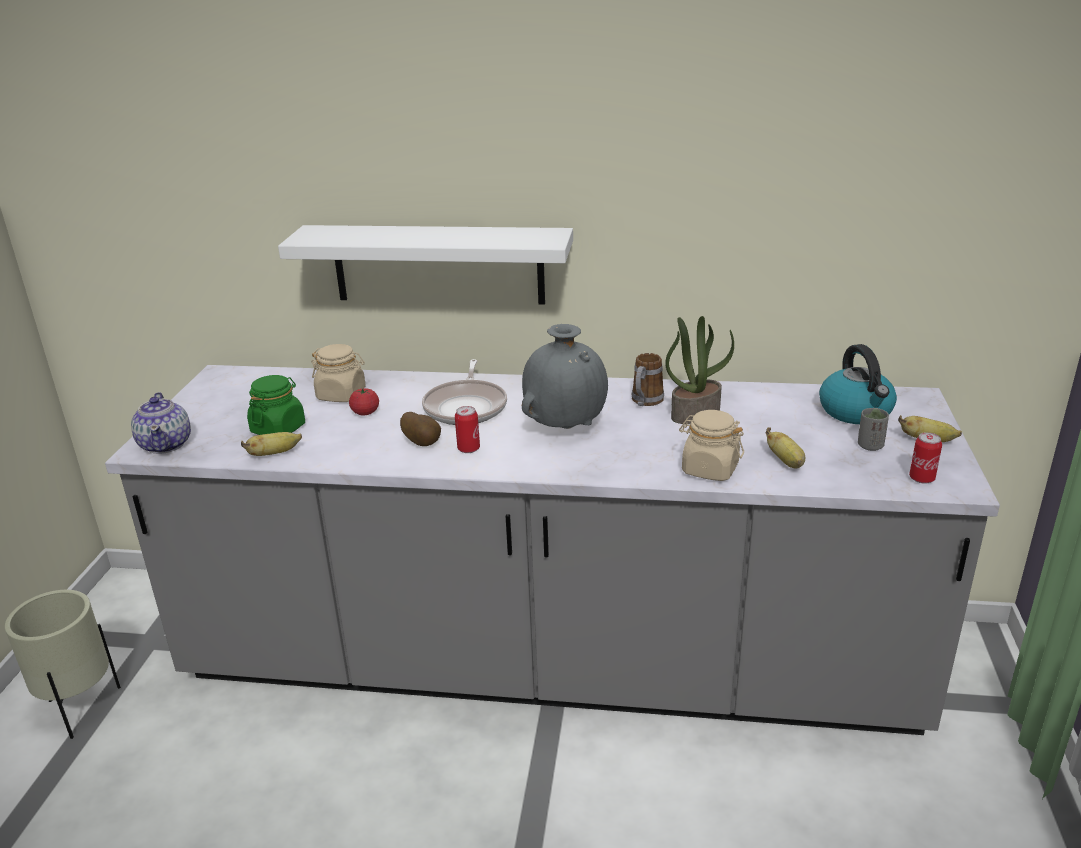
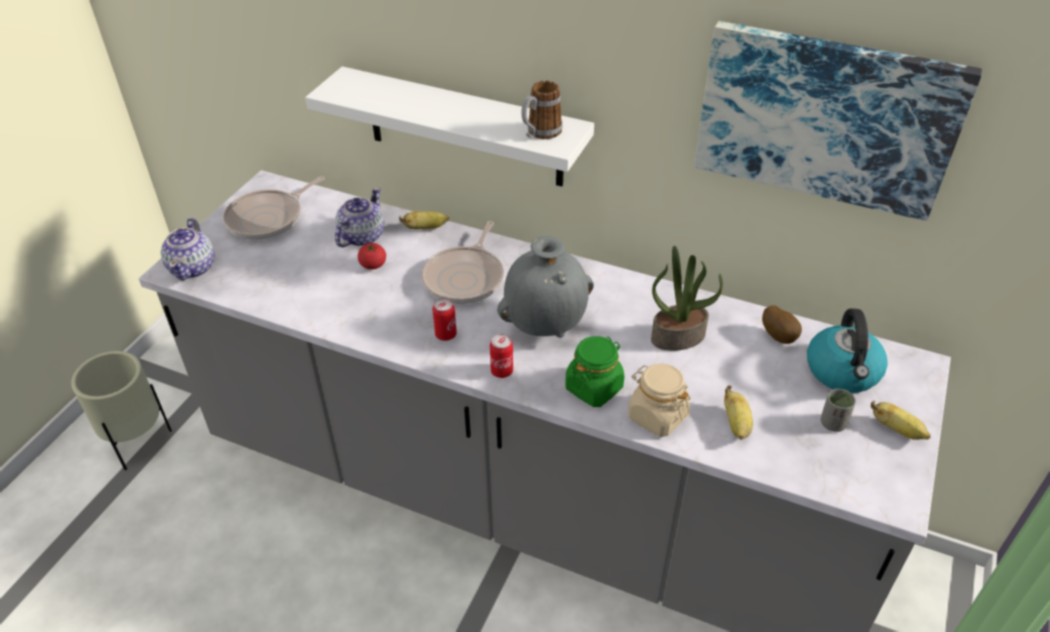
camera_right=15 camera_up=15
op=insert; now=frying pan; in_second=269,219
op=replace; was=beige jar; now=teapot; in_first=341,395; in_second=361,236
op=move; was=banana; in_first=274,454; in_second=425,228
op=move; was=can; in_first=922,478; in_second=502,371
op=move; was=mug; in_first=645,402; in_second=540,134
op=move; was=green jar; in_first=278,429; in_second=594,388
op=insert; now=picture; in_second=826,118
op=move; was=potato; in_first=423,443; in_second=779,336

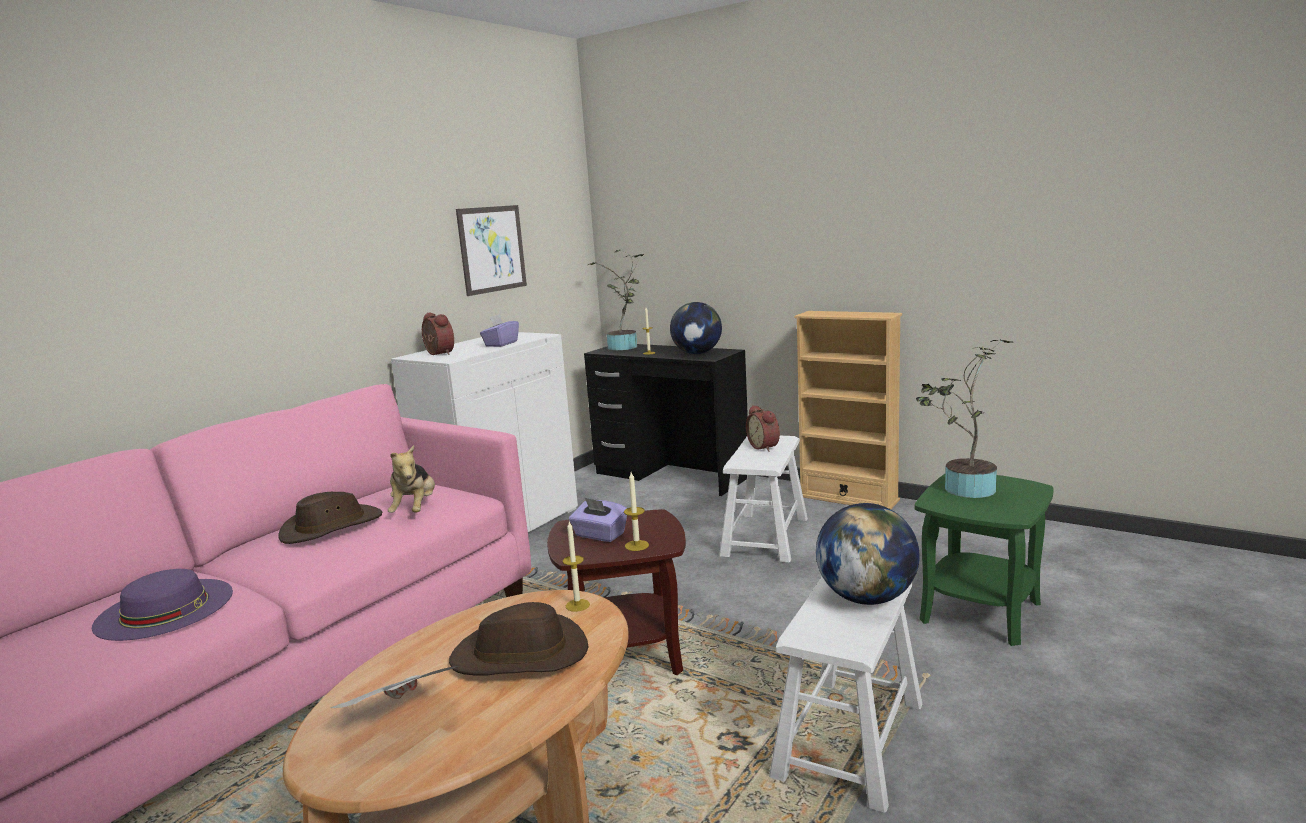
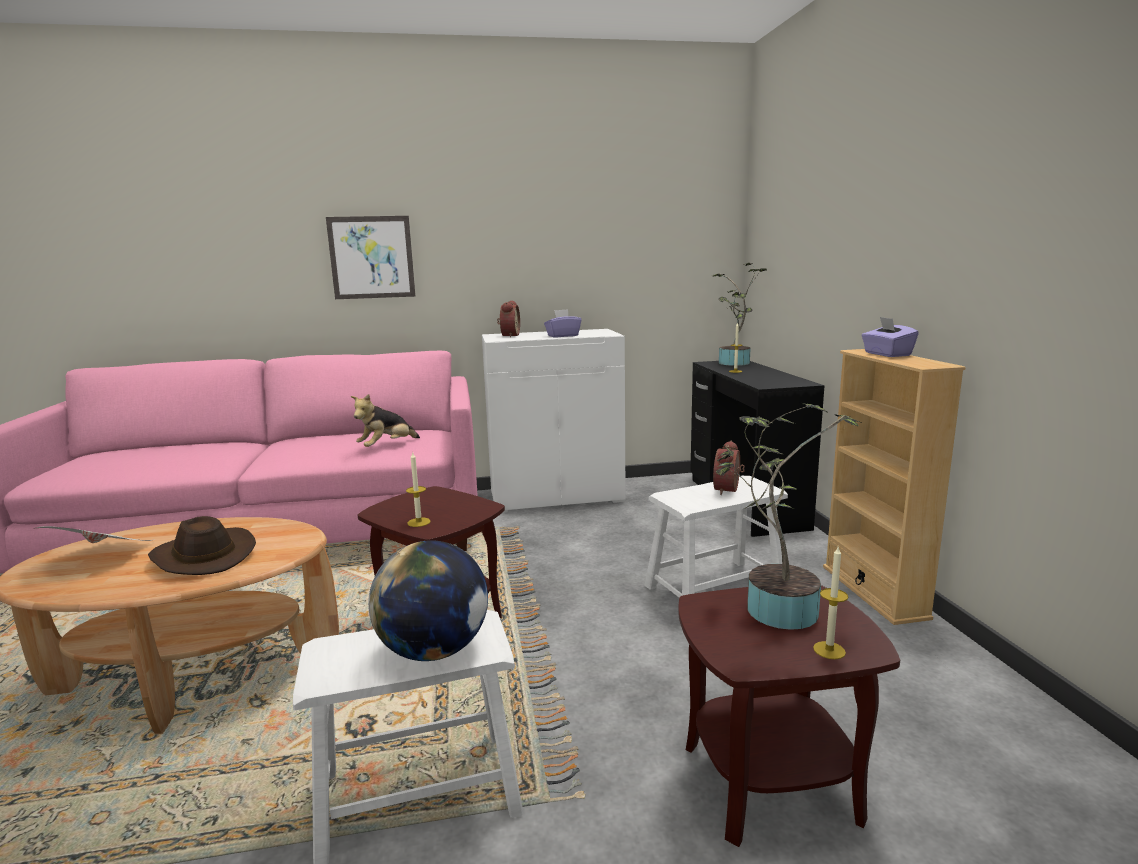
camera_right=45 camera_up=0
op=move; was=picture; in_first=492,249; in_second=371,257
op=recolor; was=green side table; now=brown side table; in_first=979,611; in_second=770,781
op=move; was=candle; in_first=577,605; in_second=829,650
op=move; was=purple tissue box; in_first=599,535; in_second=886,354
op=delete; was=purple hat; in_first=165,608
op=delete; was=brown hat; in_first=331,527
op=delete; was=globe; in_first=697,353

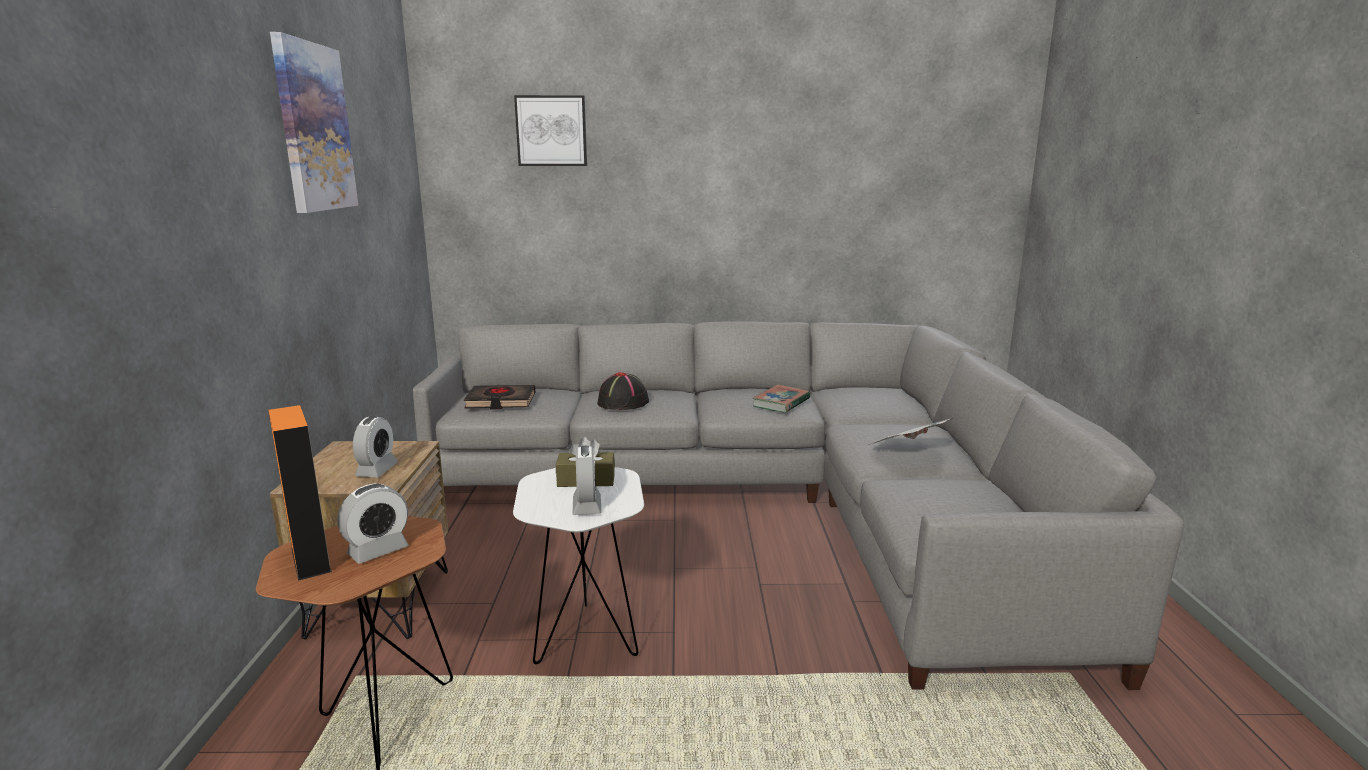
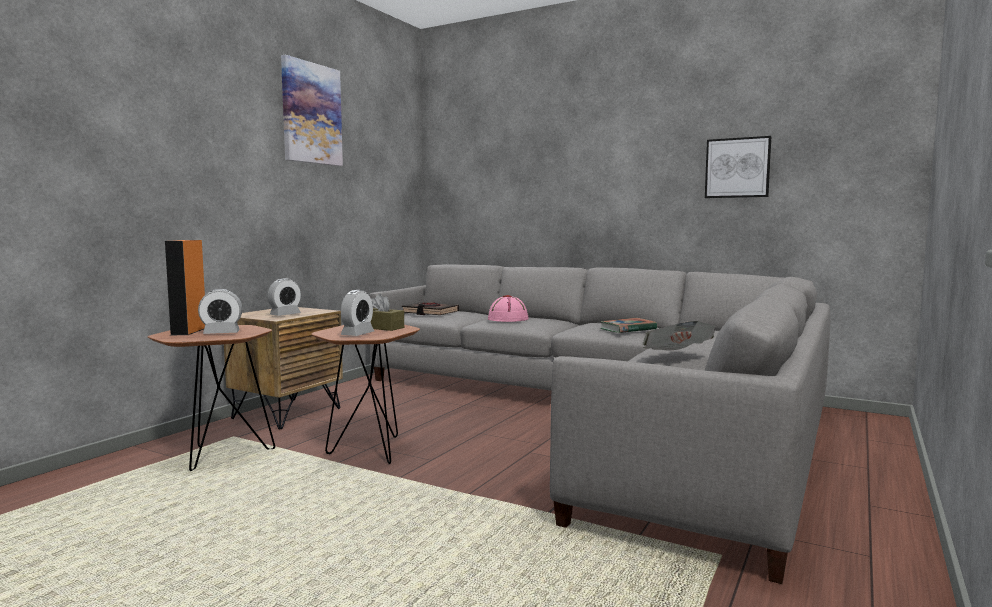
camera_right=30 camera_up=-10
op=recolor; was=white side table; now=brown side table; in_first=586,642; in_second=369,452
op=recolor; was=black hat; now=pink hat; in_first=623,402; in_second=508,319
op=move; was=picture; in_first=551,131; in_second=737,168

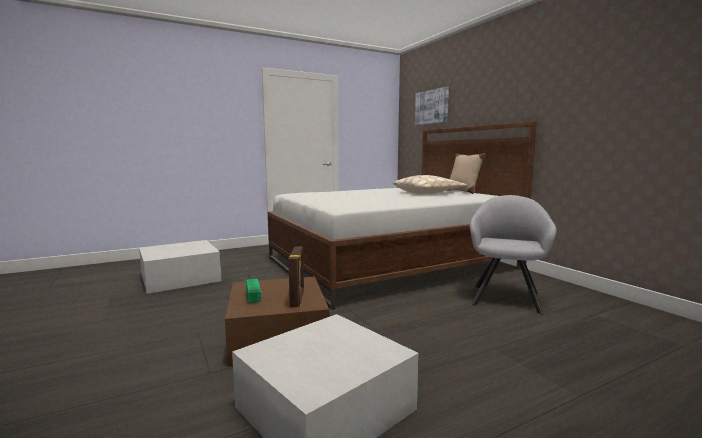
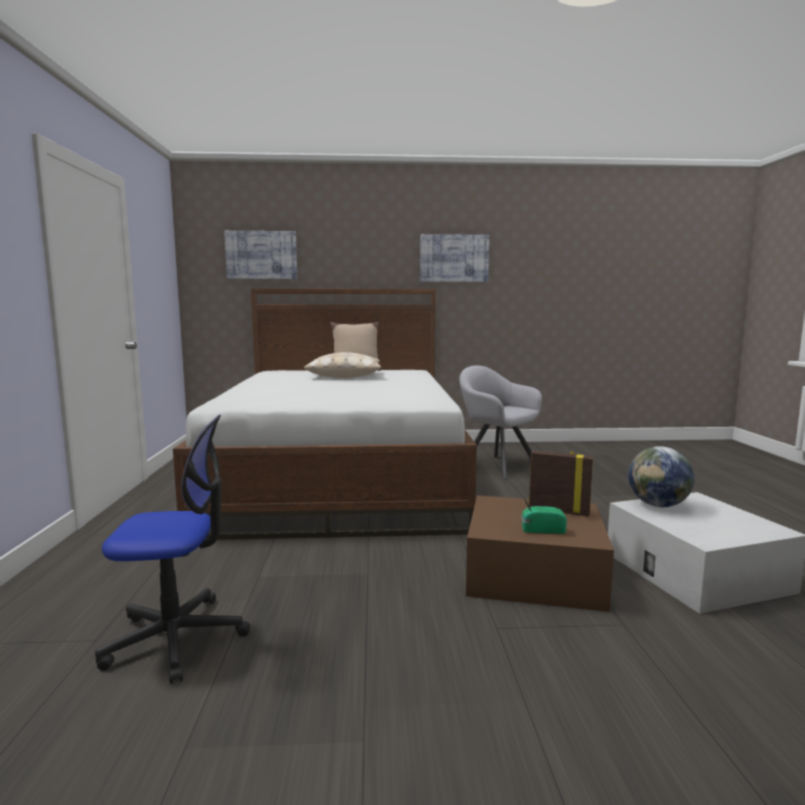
camera_right=-65 camera_up=0
op=replace; was=white storage box; now=office chair; in_first=180,278; in_second=176,638
op=insert; now=picture; in_second=454,258
op=insert; now=globe; in_second=658,505

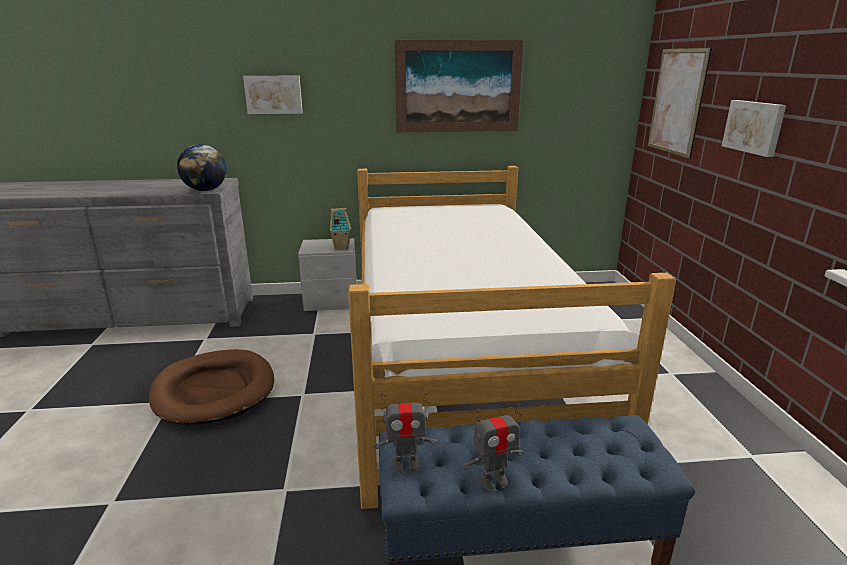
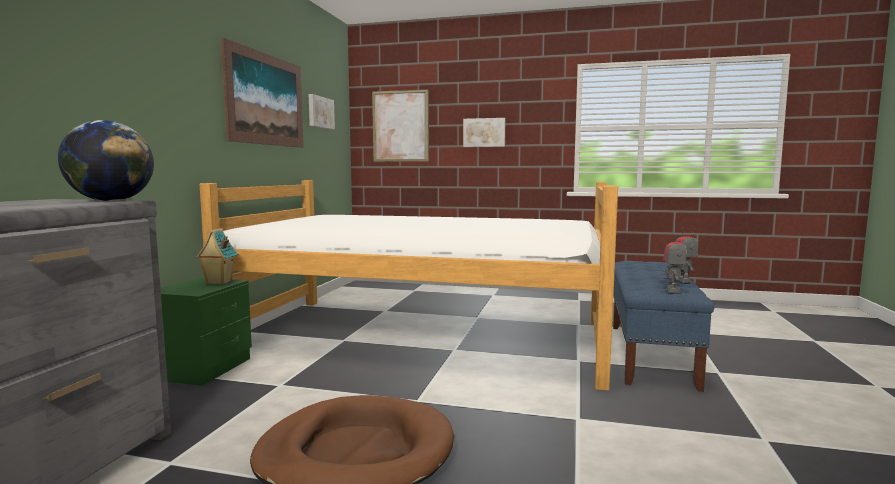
camera_right=-70 camera_up=-15
op=recolor; was=grey nightstand; now=green nightstand; in_first=331,301; in_second=203,369
op=move; was=picture; in_first=273,94; in_second=320,112

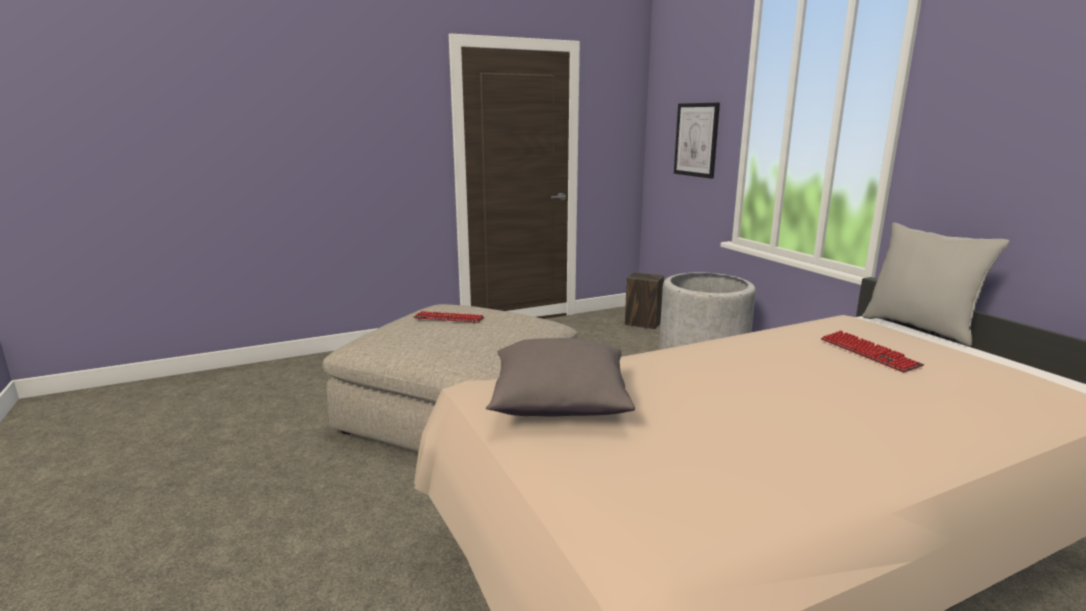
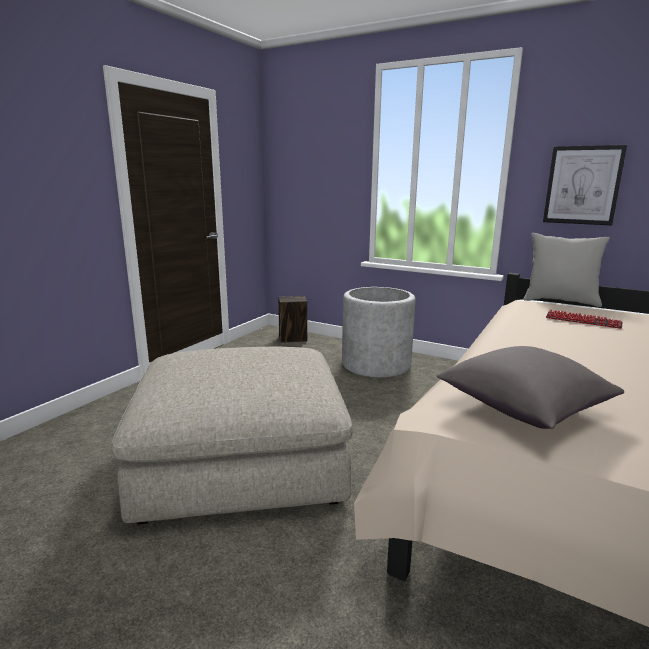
camera_right=-35 camera_up=0
op=move; was=picture; in_first=696,140; in_second=582,185
op=delete; was=keyboard; in_first=449,319

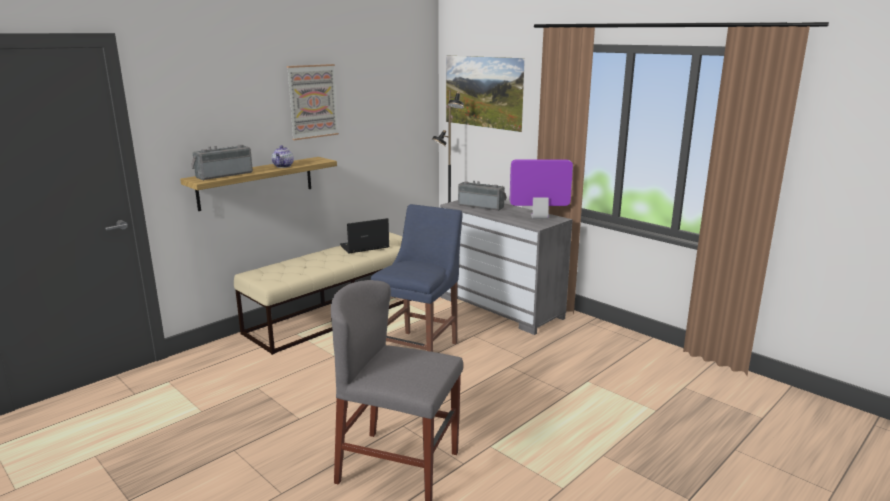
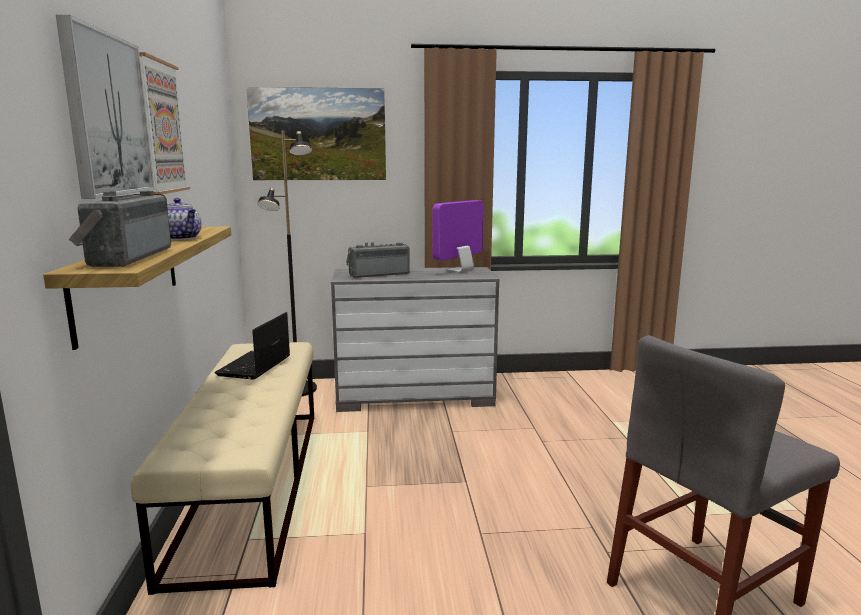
camera_right=-50 camera_up=-5
op=insert; now=picture; in_second=106,115
op=delete; was=blue chair; in_first=420,348

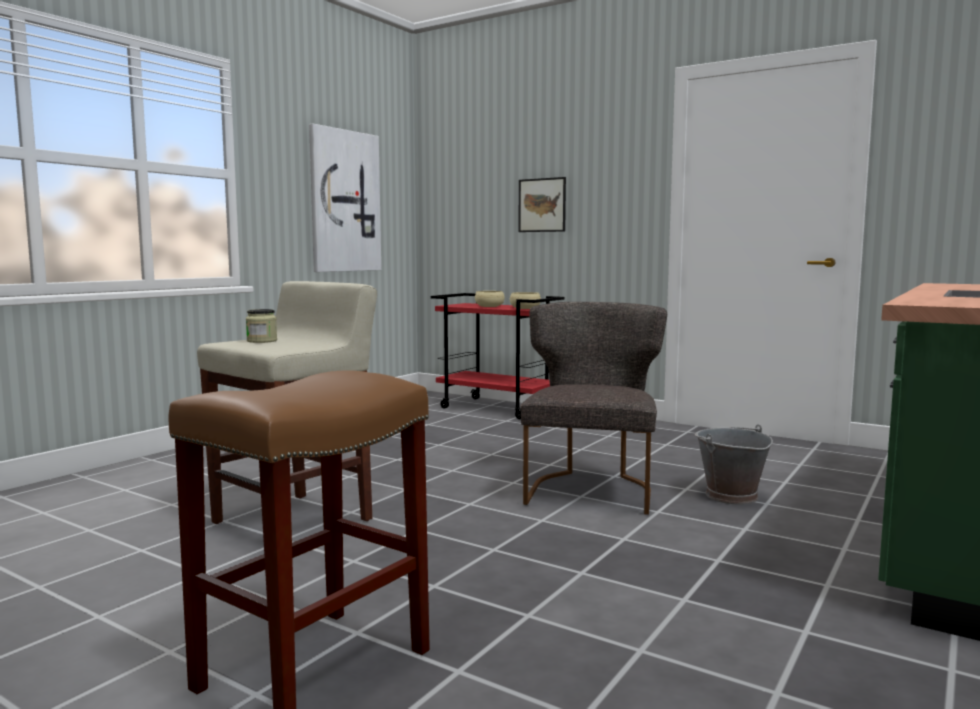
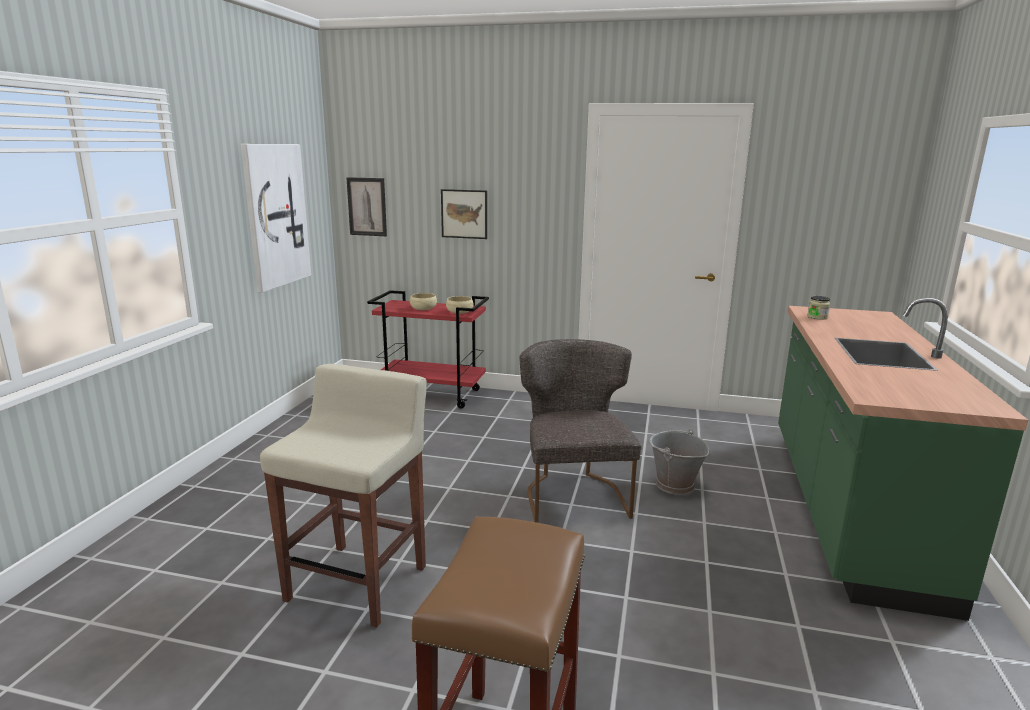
camera_right=-20 camera_up=10
op=insert; now=picture; in_second=367,207
op=move; was=jar; in_first=262,341; in_second=817,317

